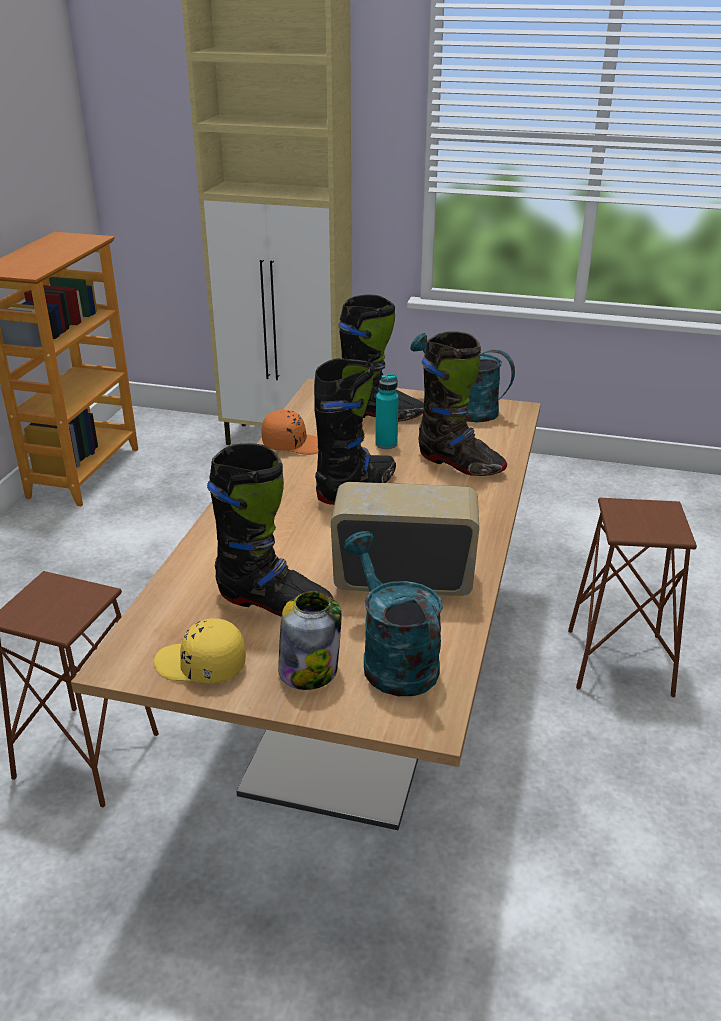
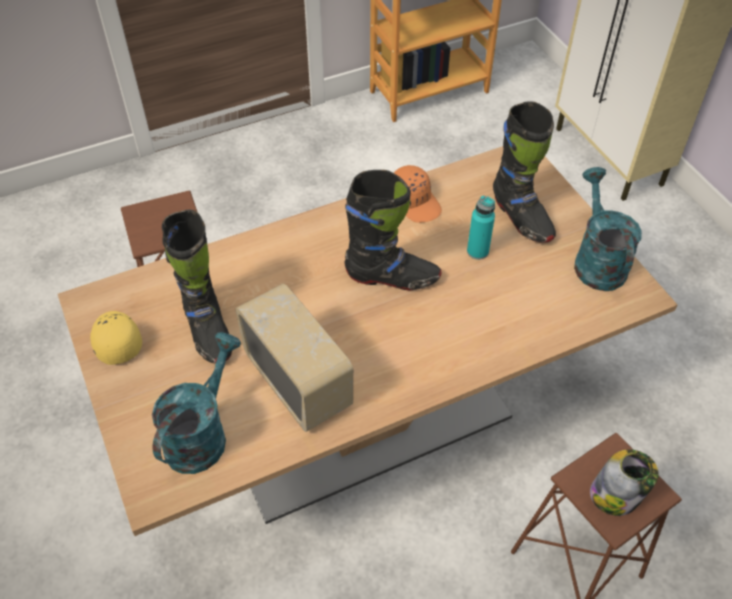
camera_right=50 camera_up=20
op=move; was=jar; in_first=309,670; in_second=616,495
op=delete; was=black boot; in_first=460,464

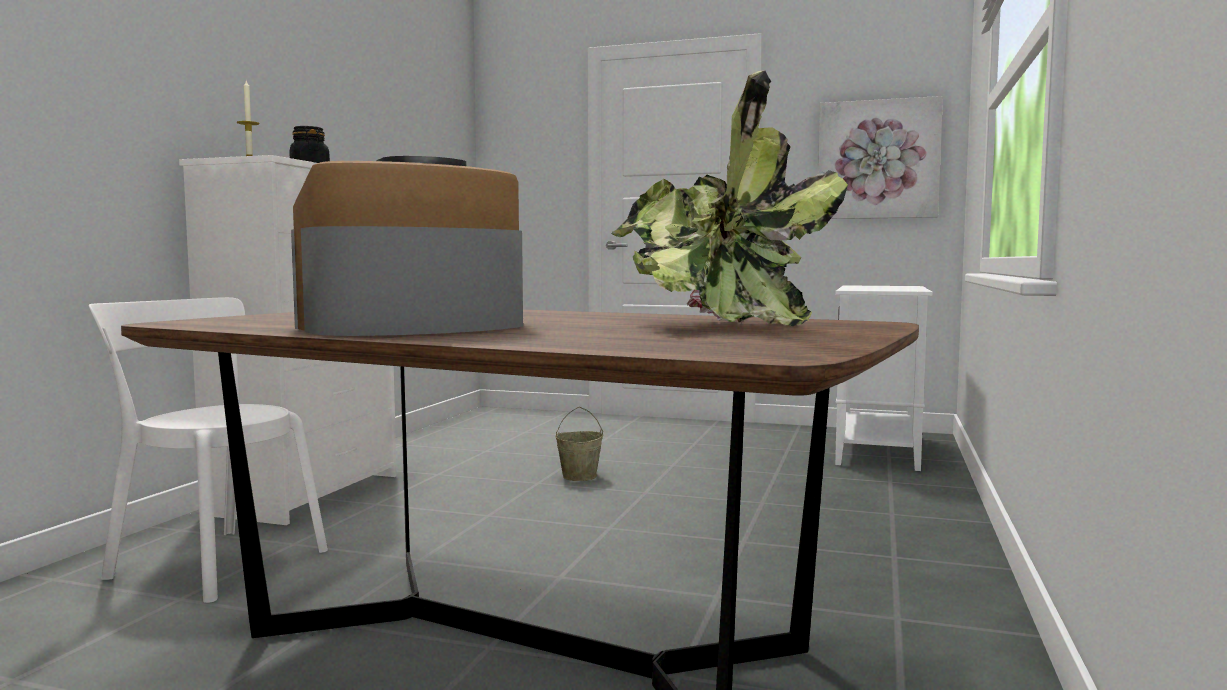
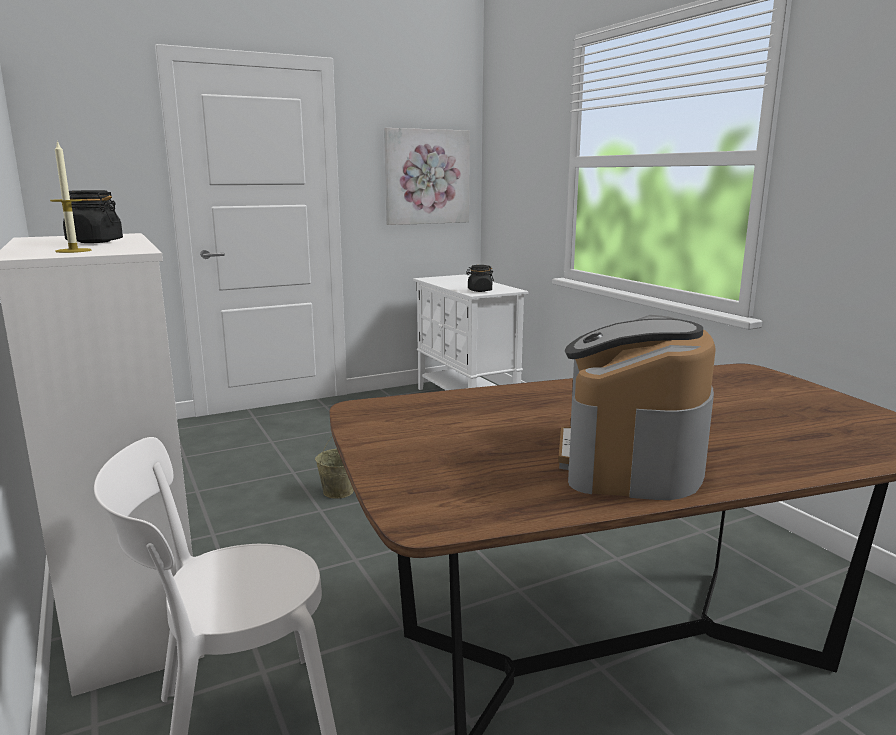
camera_right=-45 camera_up=10
op=insert; now=black jar; in_second=479,290
op=delete; was=potted plant; in_first=709,325

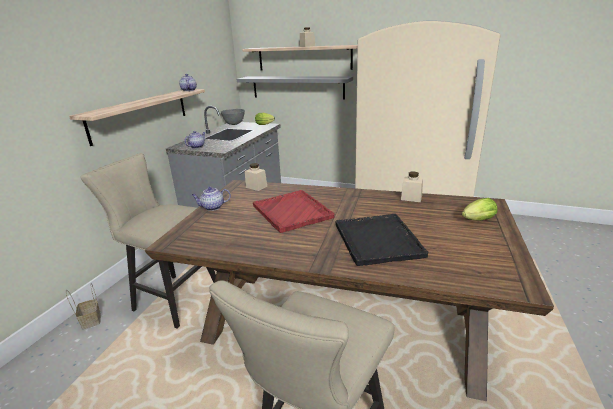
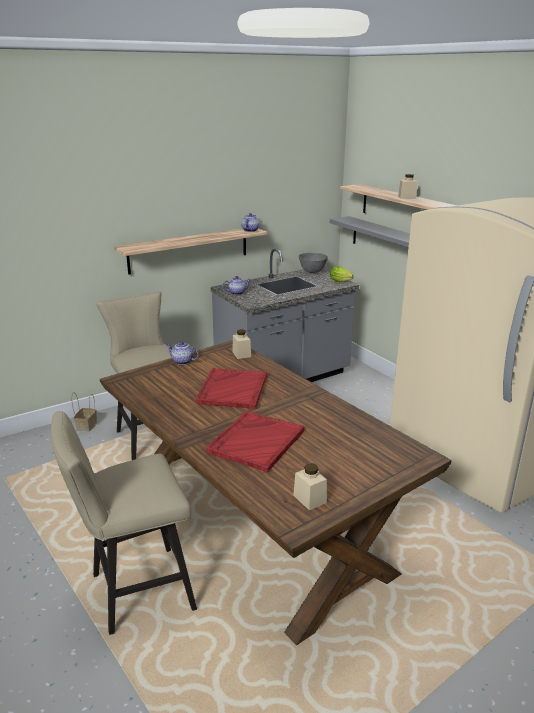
camera_right=35 camera_up=0
op=recolor; was=black tray; now=red tray; in_first=377,240; in_second=256,442
op=move; was=beige jar; in_first=411,198; in_second=309,499
op=delete; was=lettuce; in_first=476,220

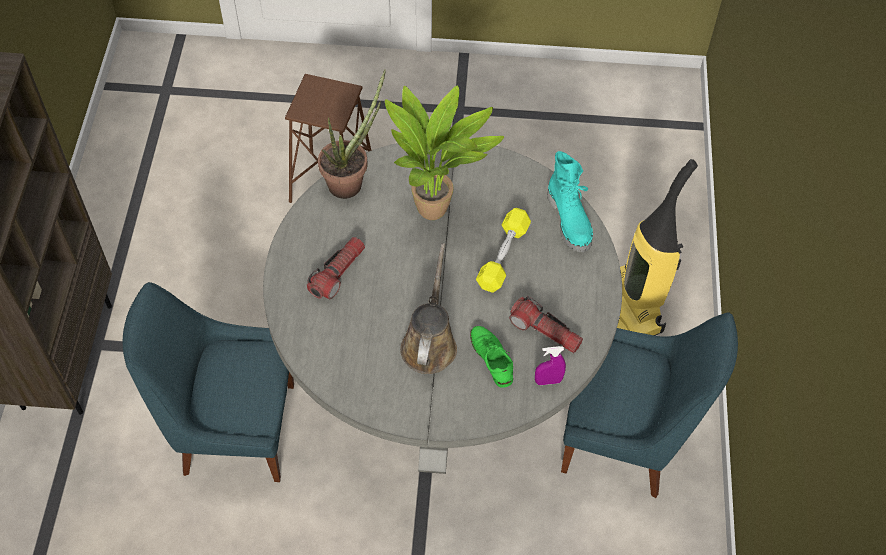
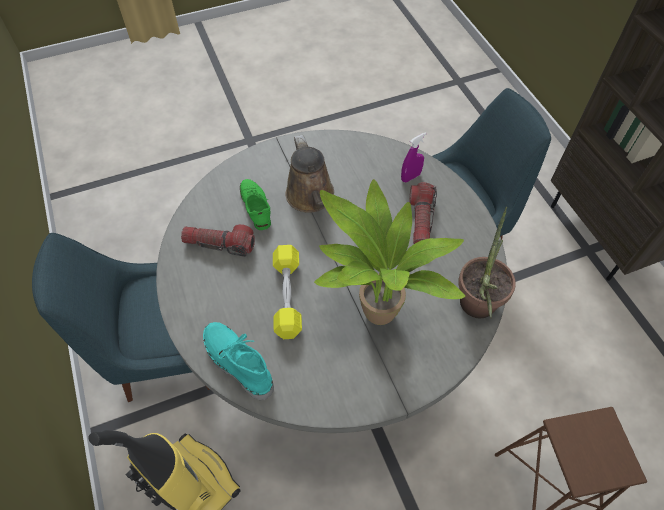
camera_right=155 camera_up=0
op=rotate; was=green shoe; in_first=491,358; in_second=256,206; clockwise=-150
op=move; was=purple spray bottle; in_first=548,381; in_second=410,177

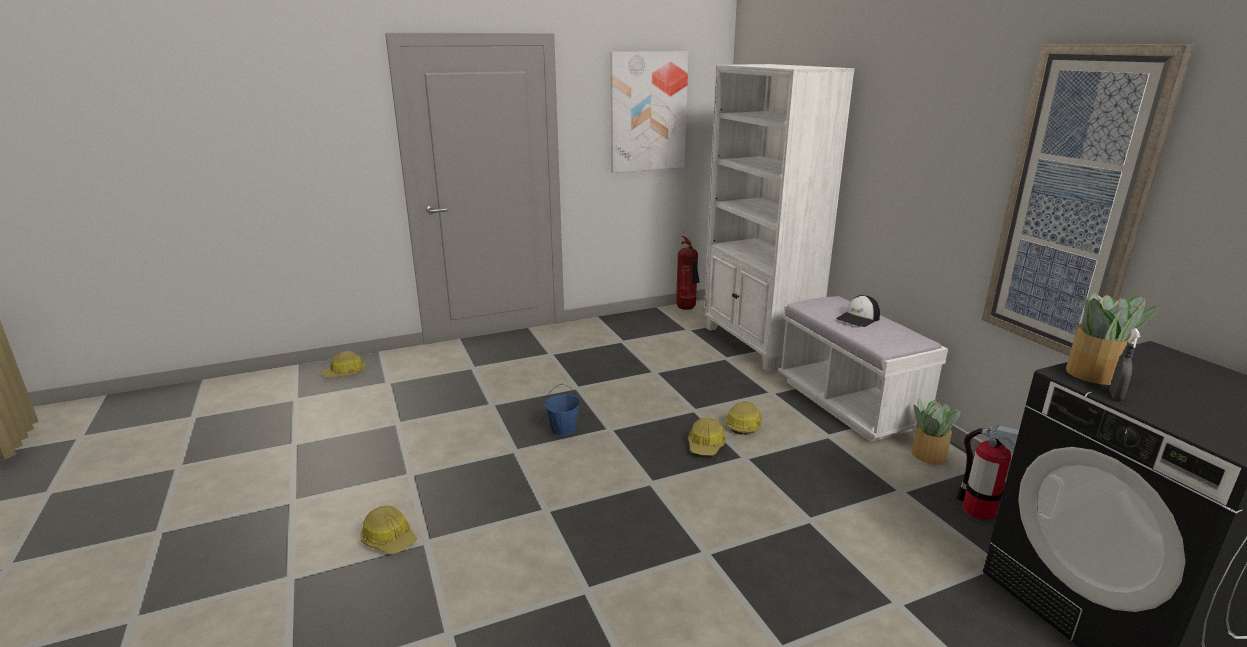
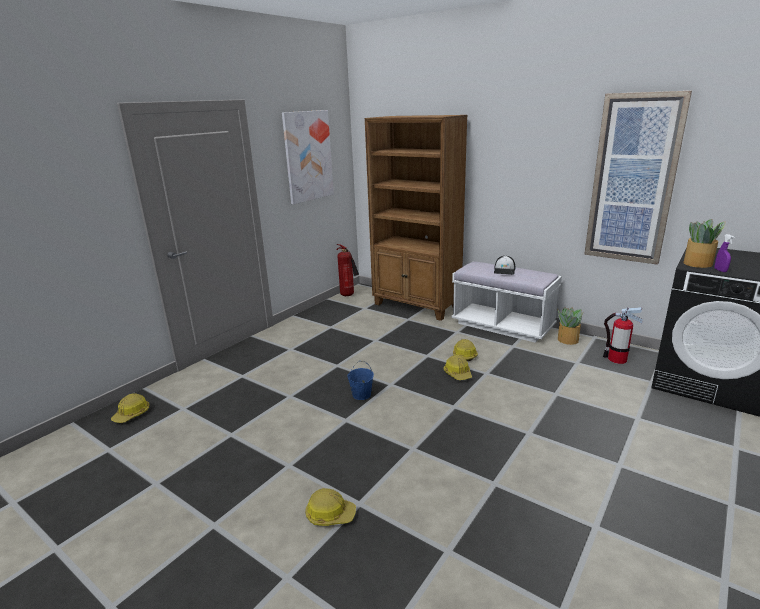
camera_right=-30 camera_up=0
op=recolor; was=white bookcase; now=brown bookcase; in_first=757,344; in_second=416,306
op=recolor; was=grey spray bottle; now=purple spray bottle; in_first=1115,395; in_second=720,270

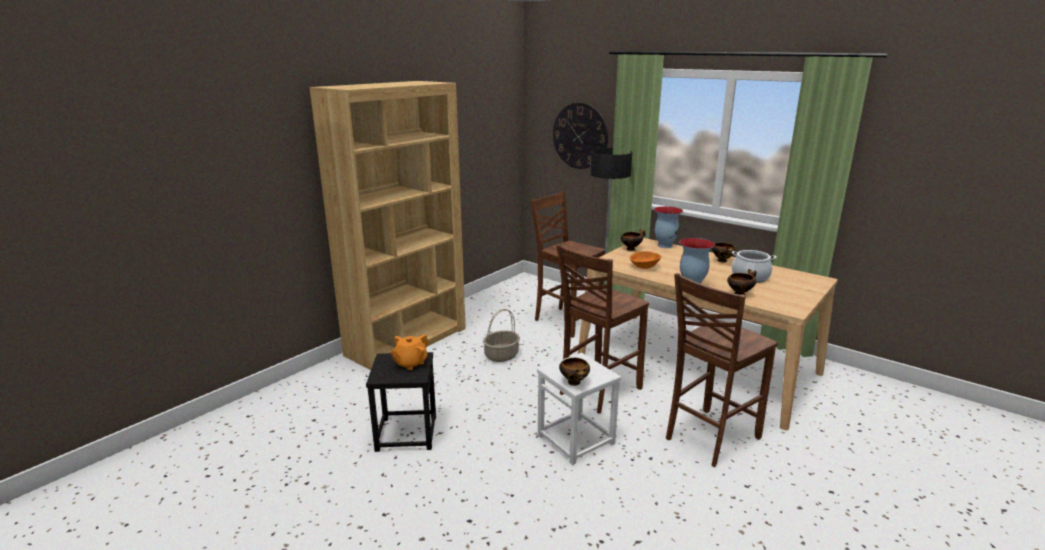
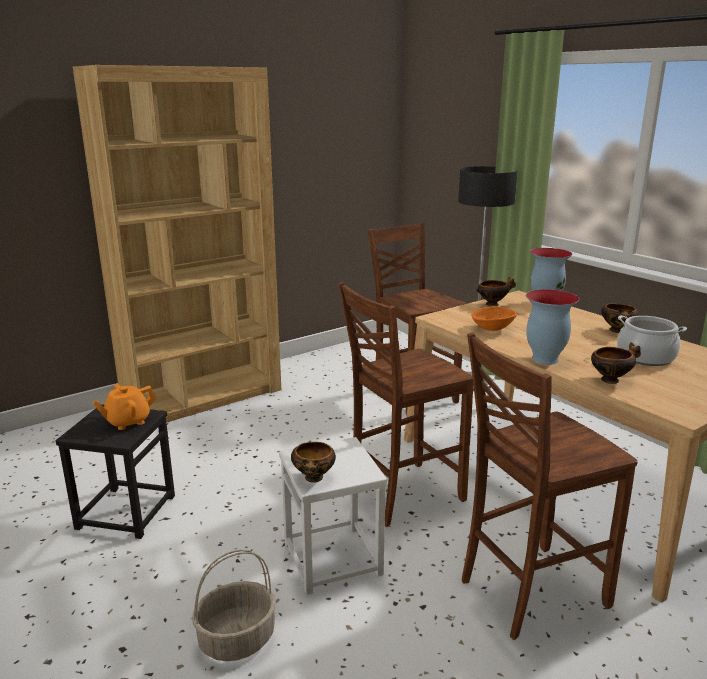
camera_right=15 camera_up=0
op=move; was=basket; in_first=501,355; in_second=237,638
op=delete; was=wall clock; in_first=580,136

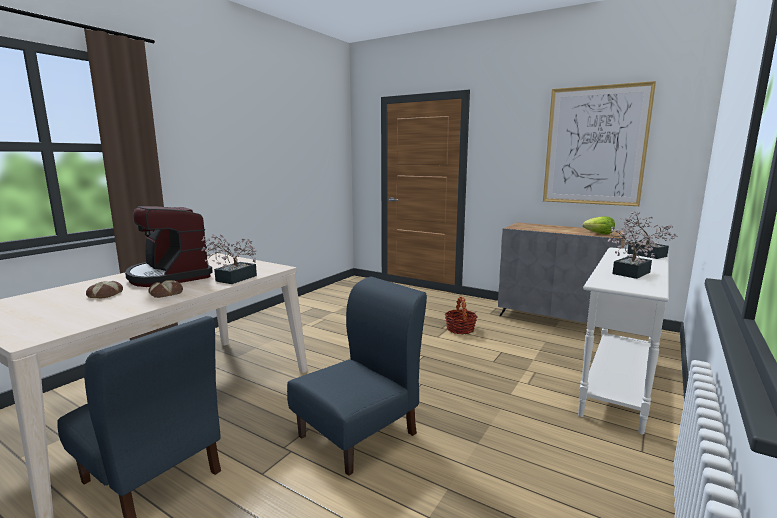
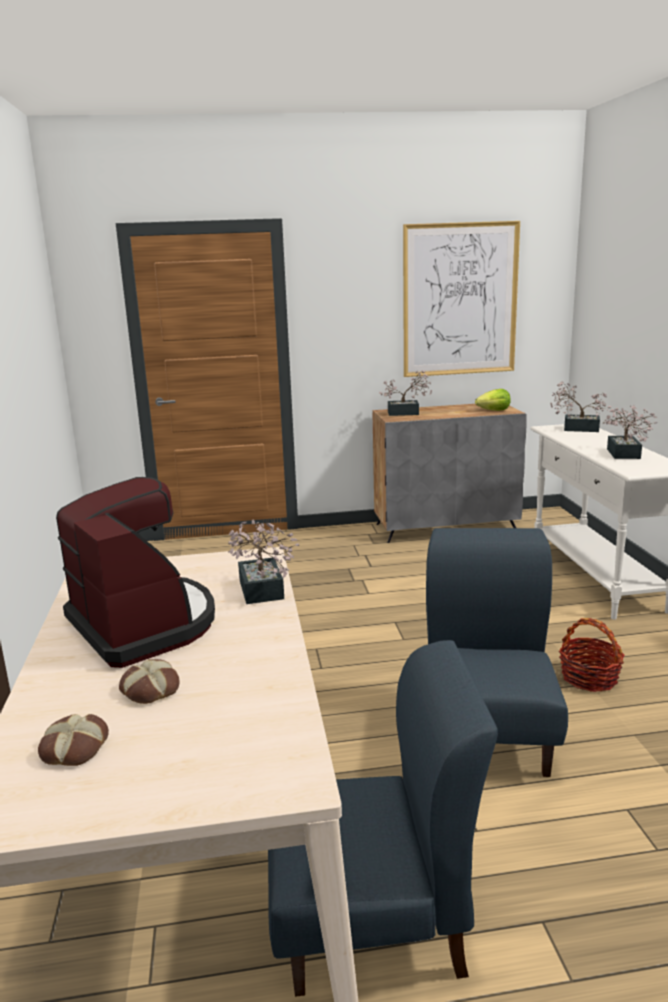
camera_right=-40 camera_up=5
op=move; was=bread; in_first=166,293; in_second=74,748
op=rotate; was=coffee machine; in_first=169,276; in_second=144,624; clockwise=-135
op=insert; now=potted plant; in_second=407,413
op=move; was=basket; in_first=460,329; in_second=589,678

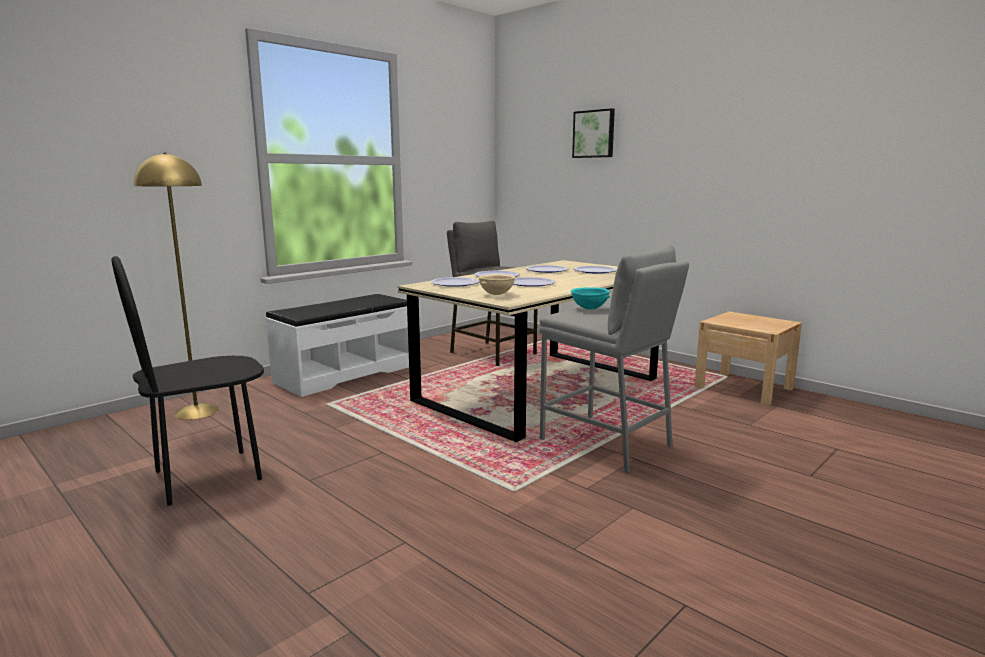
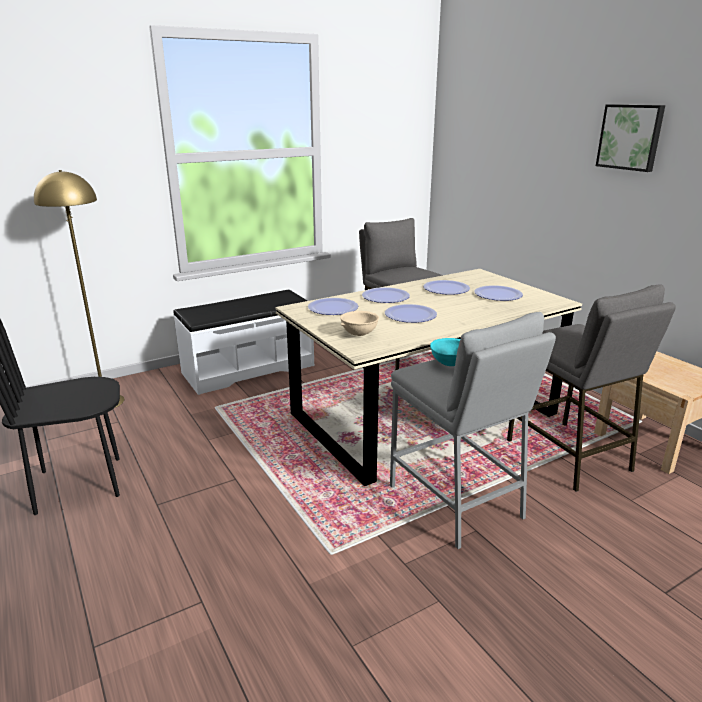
camera_right=15 camera_up=10
op=insert; now=grey stool; in_second=568,455
op=move; was=picture; in_first=594,134; in_second=630,137

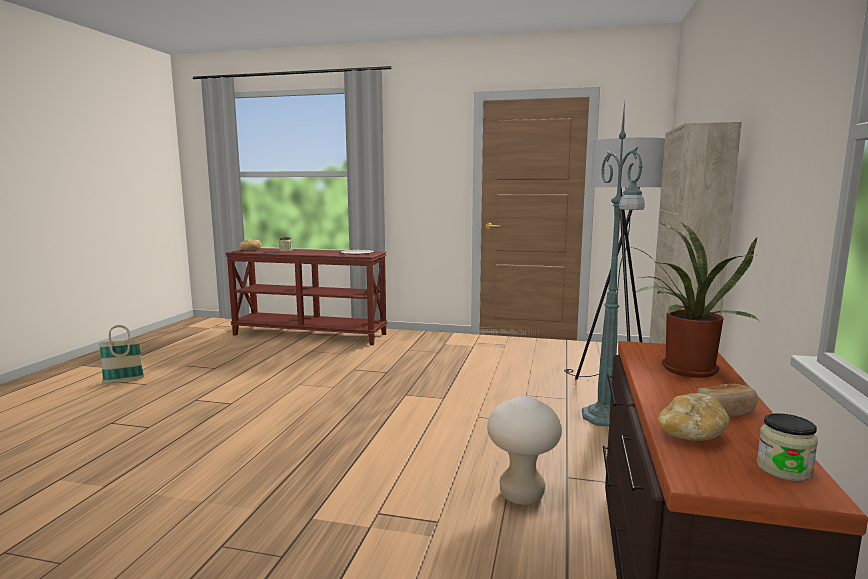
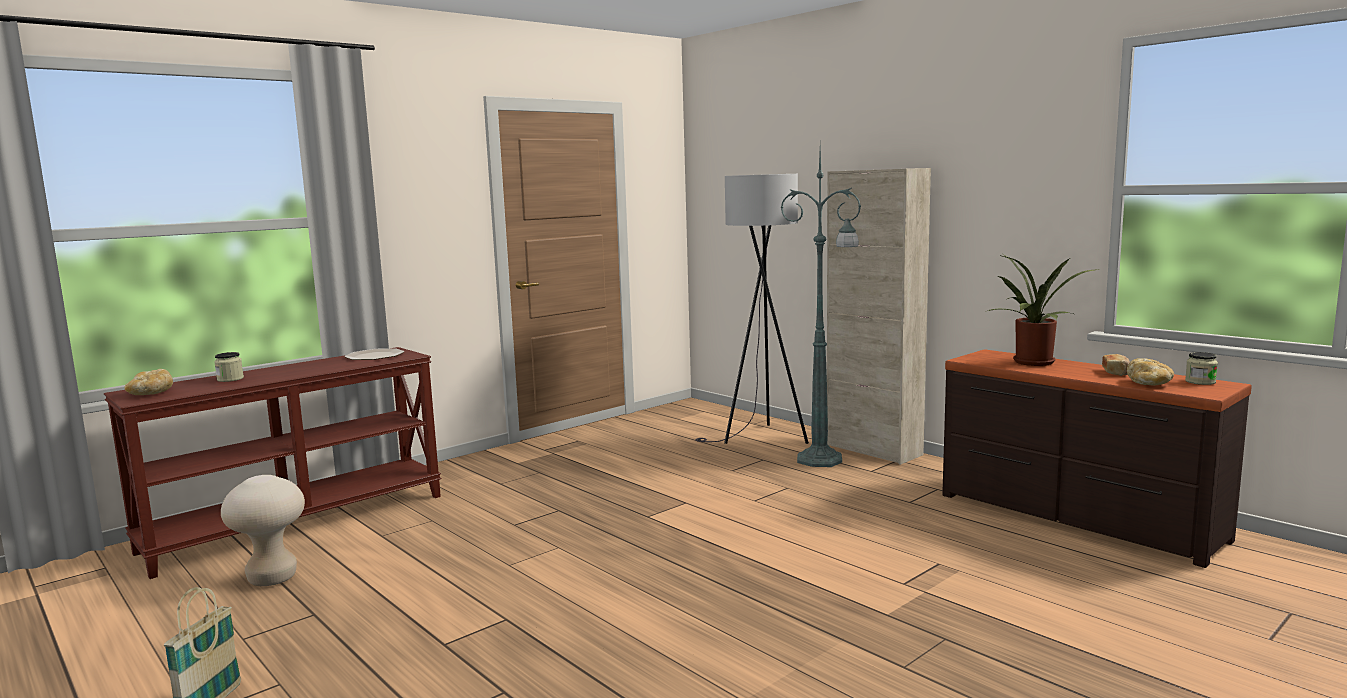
camera_right=-55 camera_up=0
op=move; was=beige stool; in_first=521,495; in_second=272,578

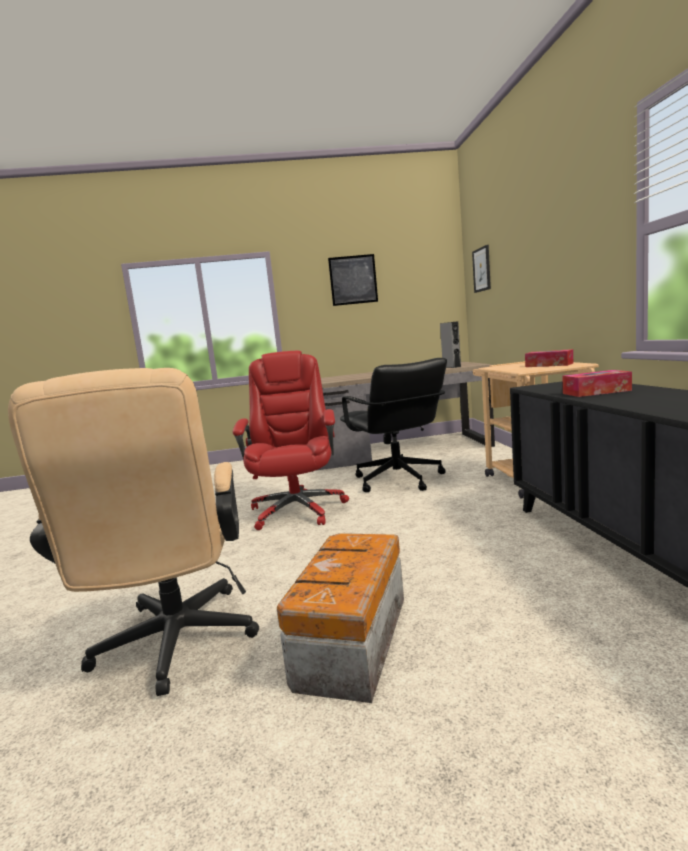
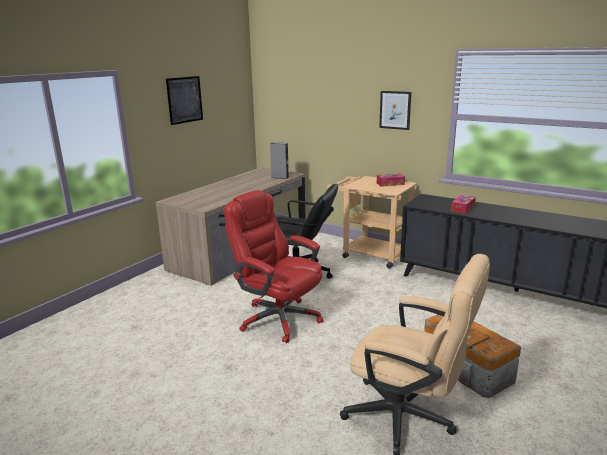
camera_right=-50 camera_up=10
op=move; was=picture; in_first=482,269; in_second=395,110

